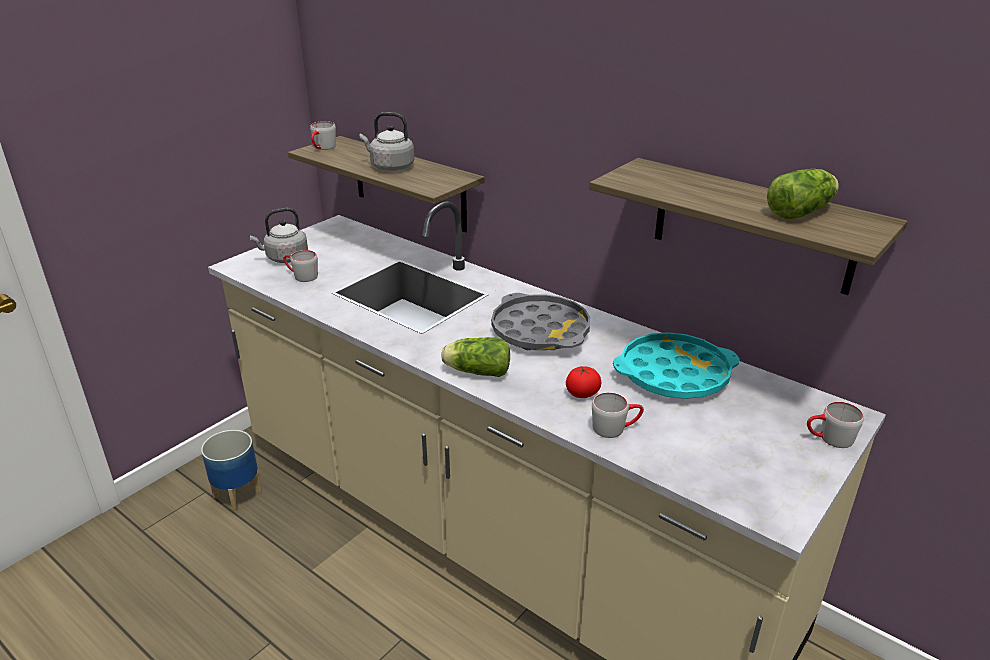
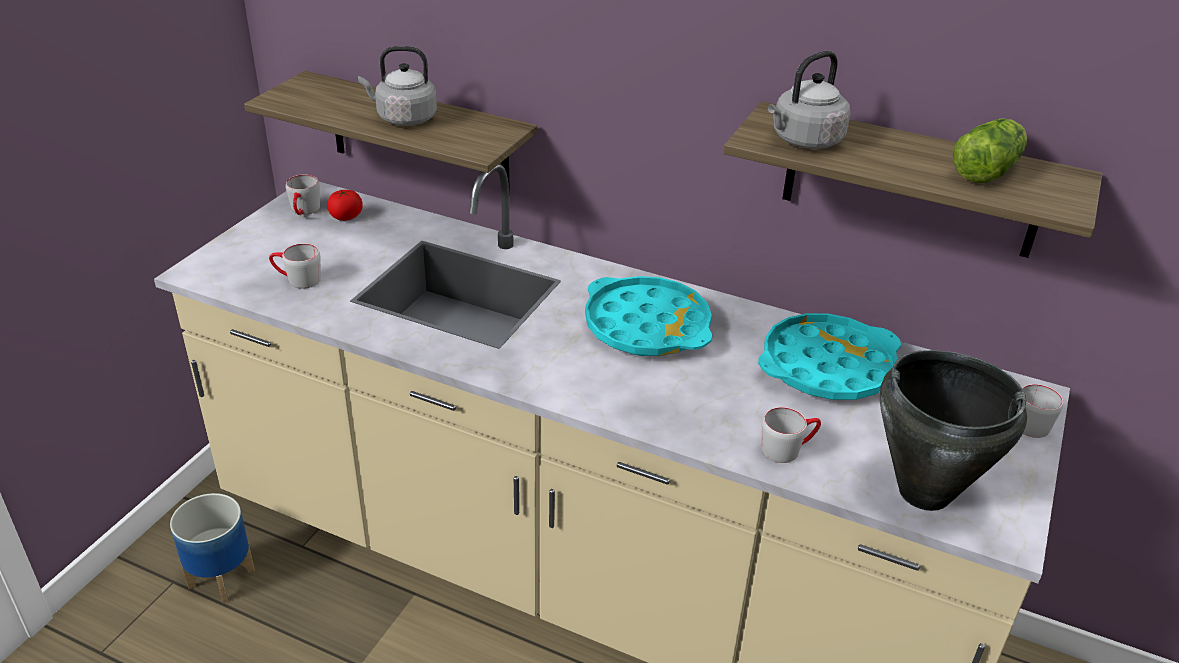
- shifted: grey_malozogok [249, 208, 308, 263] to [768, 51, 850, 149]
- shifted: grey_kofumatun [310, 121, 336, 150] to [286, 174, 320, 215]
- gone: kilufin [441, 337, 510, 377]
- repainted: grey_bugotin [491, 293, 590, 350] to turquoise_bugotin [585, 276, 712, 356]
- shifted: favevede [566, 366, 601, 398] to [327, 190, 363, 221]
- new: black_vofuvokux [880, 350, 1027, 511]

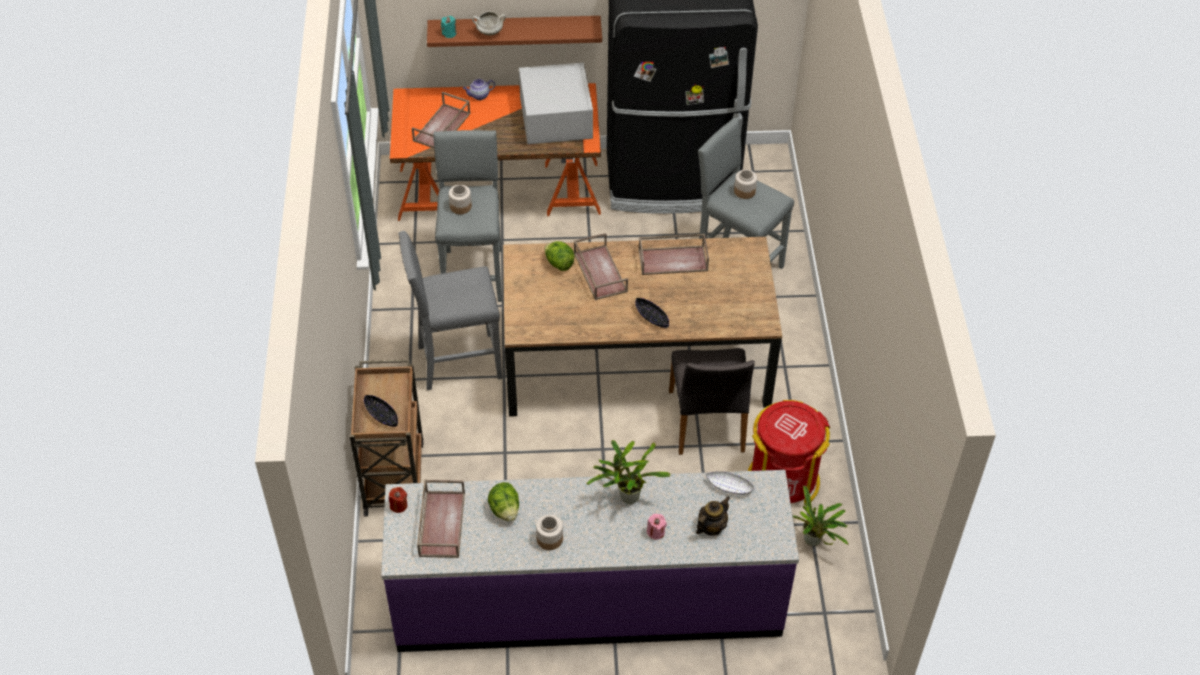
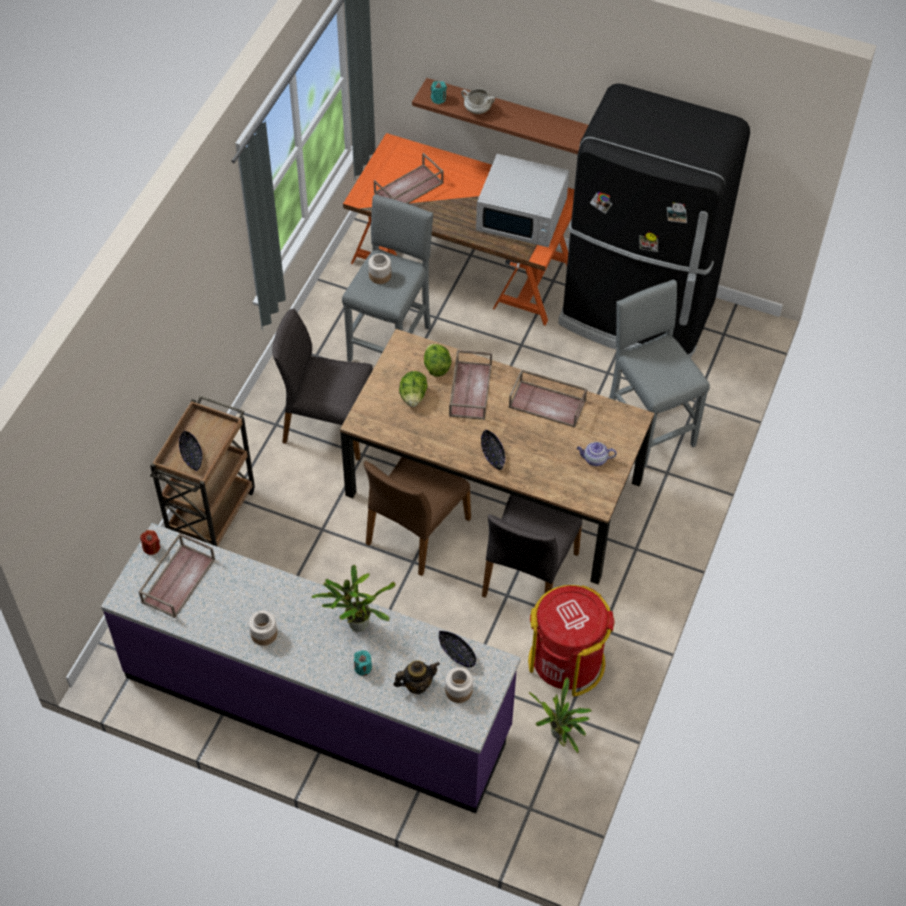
- swapped: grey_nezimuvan [399, 231, 502, 390] to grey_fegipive [272, 309, 373, 460]
- shifted: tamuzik [463, 79, 495, 100] to [577, 442, 617, 466]
- shifted: kilufin [488, 482, 519, 522] to [399, 371, 428, 407]
- rotated: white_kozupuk [519, 62, 593, 145] = [476, 154, 569, 247] 90 degrees clockwise
- repainted: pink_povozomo [647, 514, 667, 540] to turquoise_povozomo [354, 650, 372, 676]
- repainted: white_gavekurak [706, 471, 754, 495] to black_gavekurak [439, 631, 476, 668]
- shifted: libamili [734, 170, 757, 199] to [445, 667, 473, 703]
- new: brown_fegipive [364, 457, 471, 576]

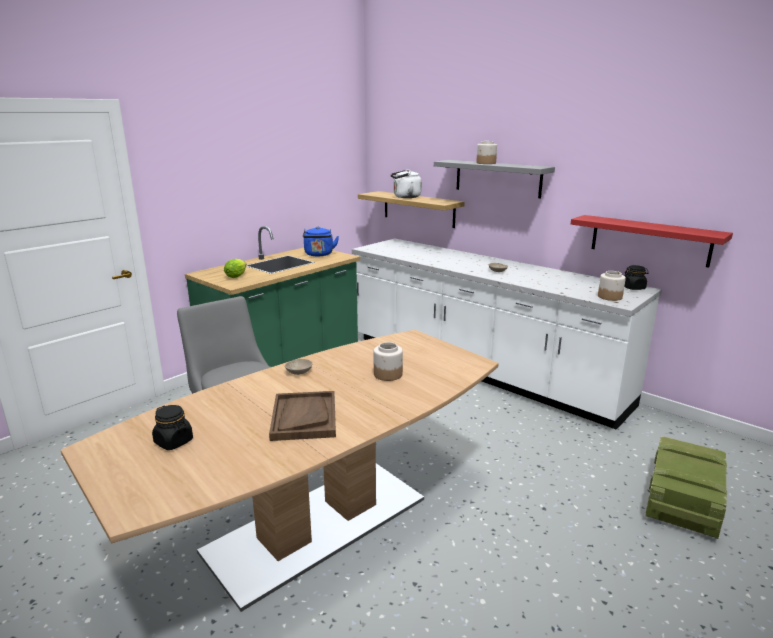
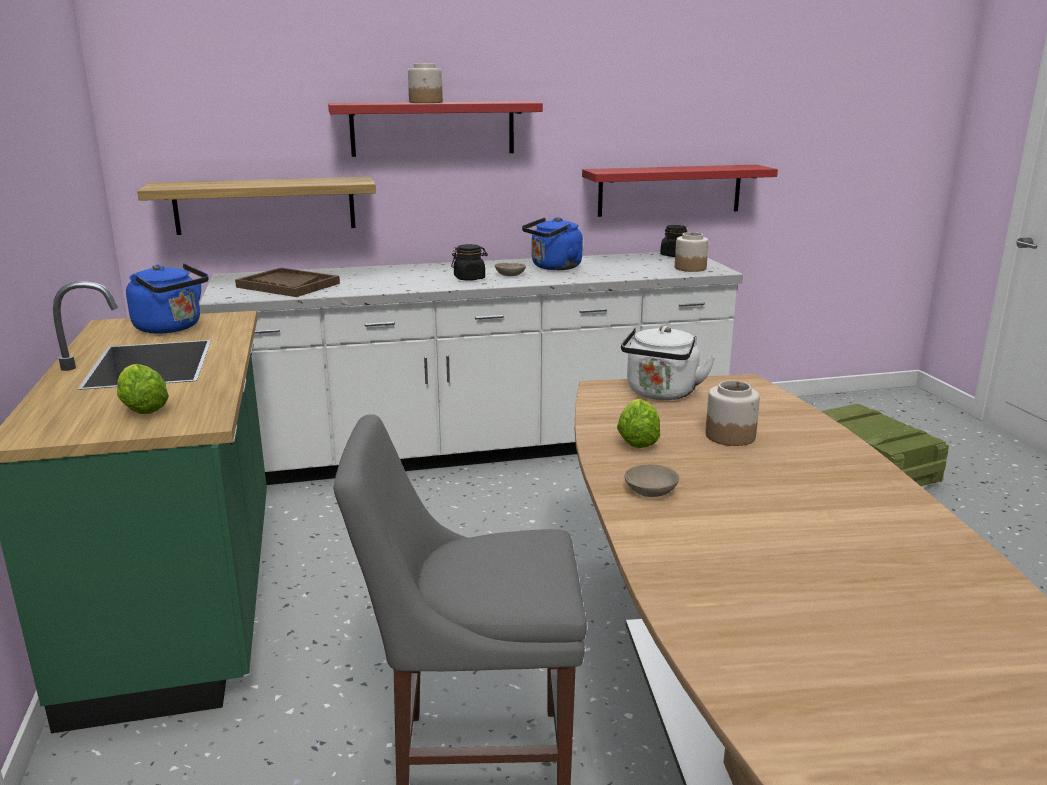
- shifted: black_libamili [152, 405, 193, 450] to [451, 244, 488, 281]
- shifted: brown_bugotin [269, 391, 336, 441] to [235, 268, 340, 297]
- shifted: white_malozogok [390, 169, 422, 198] to [621, 326, 715, 400]
- repainted: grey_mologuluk [434, 160, 555, 198] to red_mologuluk [328, 101, 543, 157]
- new: blue_malozogok [522, 217, 583, 270]
- new: kilufin [617, 399, 660, 448]

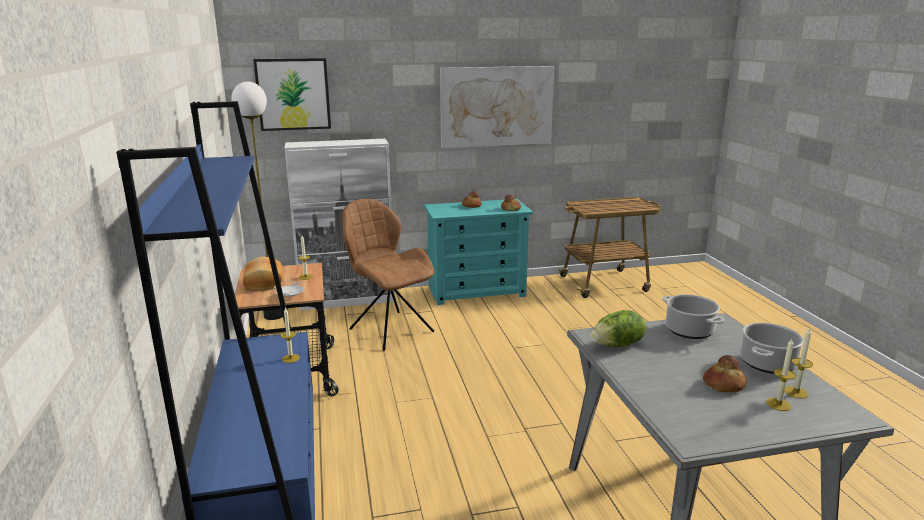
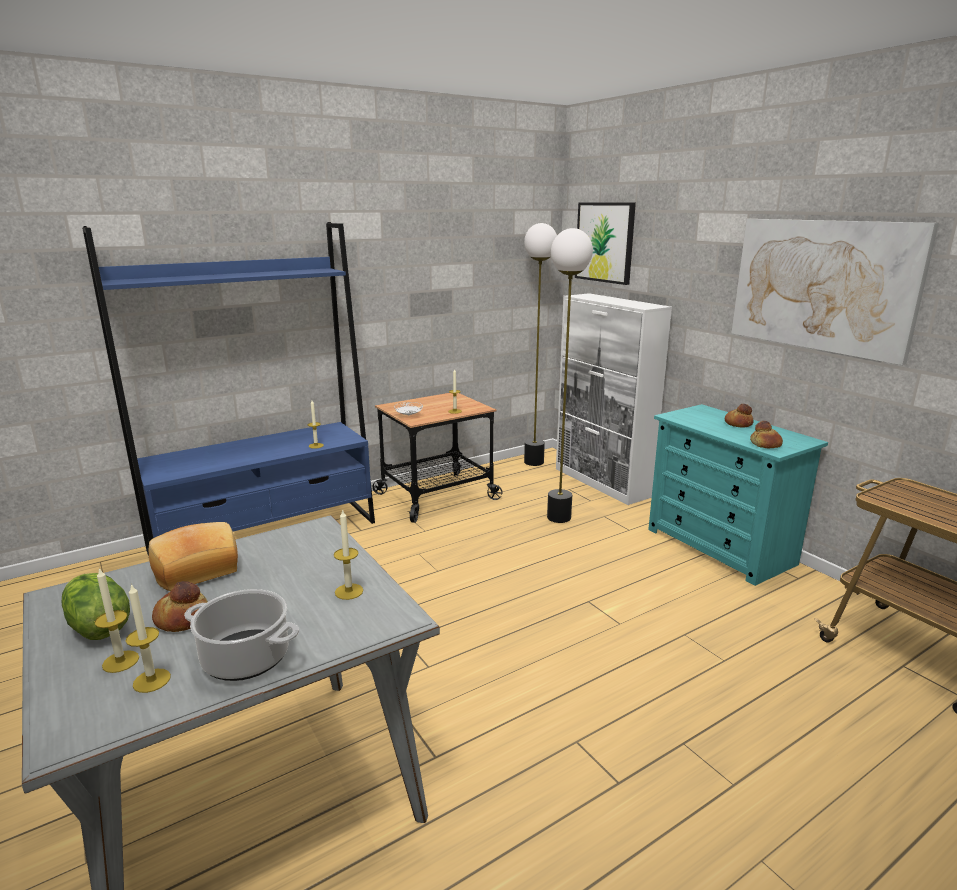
- shifted: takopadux [243, 257, 282, 291] to [149, 522, 238, 591]
- swapped: brown_fegipive [342, 199, 434, 351] to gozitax [547, 228, 593, 523]
- shifted: kilufin [590, 310, 646, 347] to [62, 573, 130, 640]
- swapped: vofuvokux [662, 294, 725, 339] to povozomo [334, 509, 363, 600]

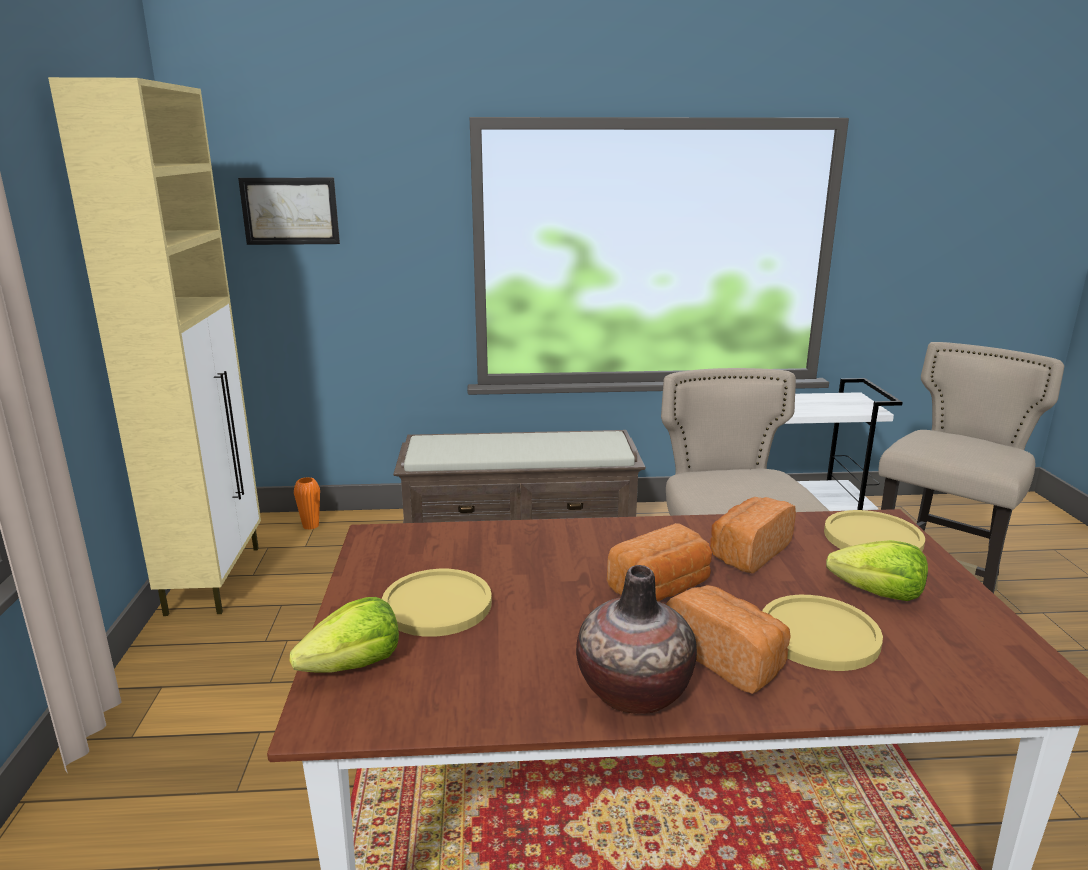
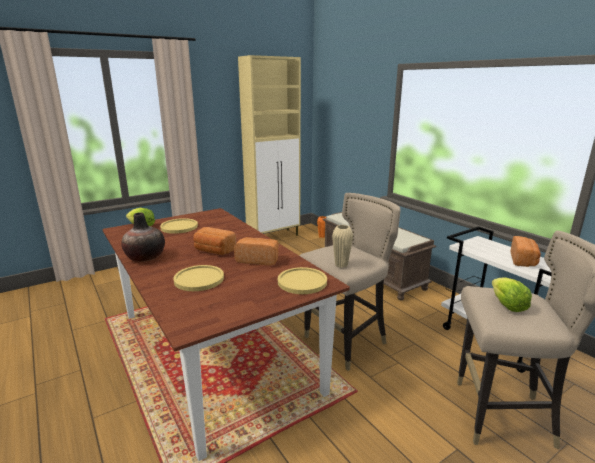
- gone: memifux [238, 178, 340, 245]
- shifted: takopadux [666, 585, 791, 694] to [510, 236, 541, 267]
- shifted: kilufin [826, 540, 928, 601] to [492, 277, 532, 312]
- new: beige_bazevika [332, 225, 353, 268]

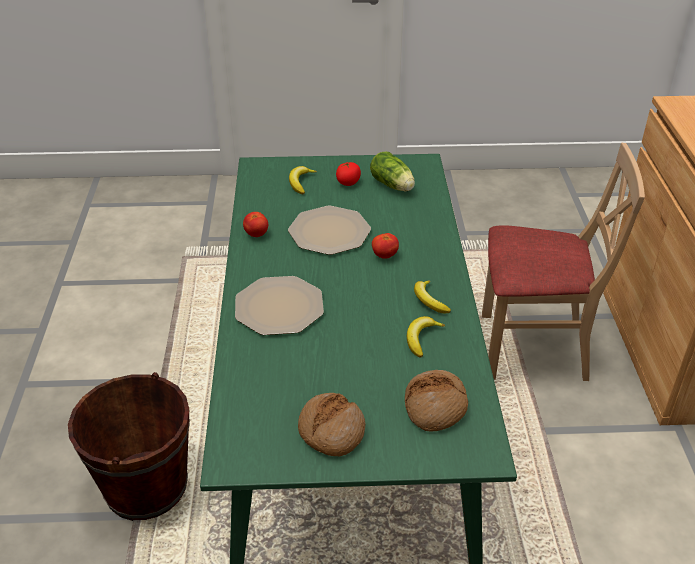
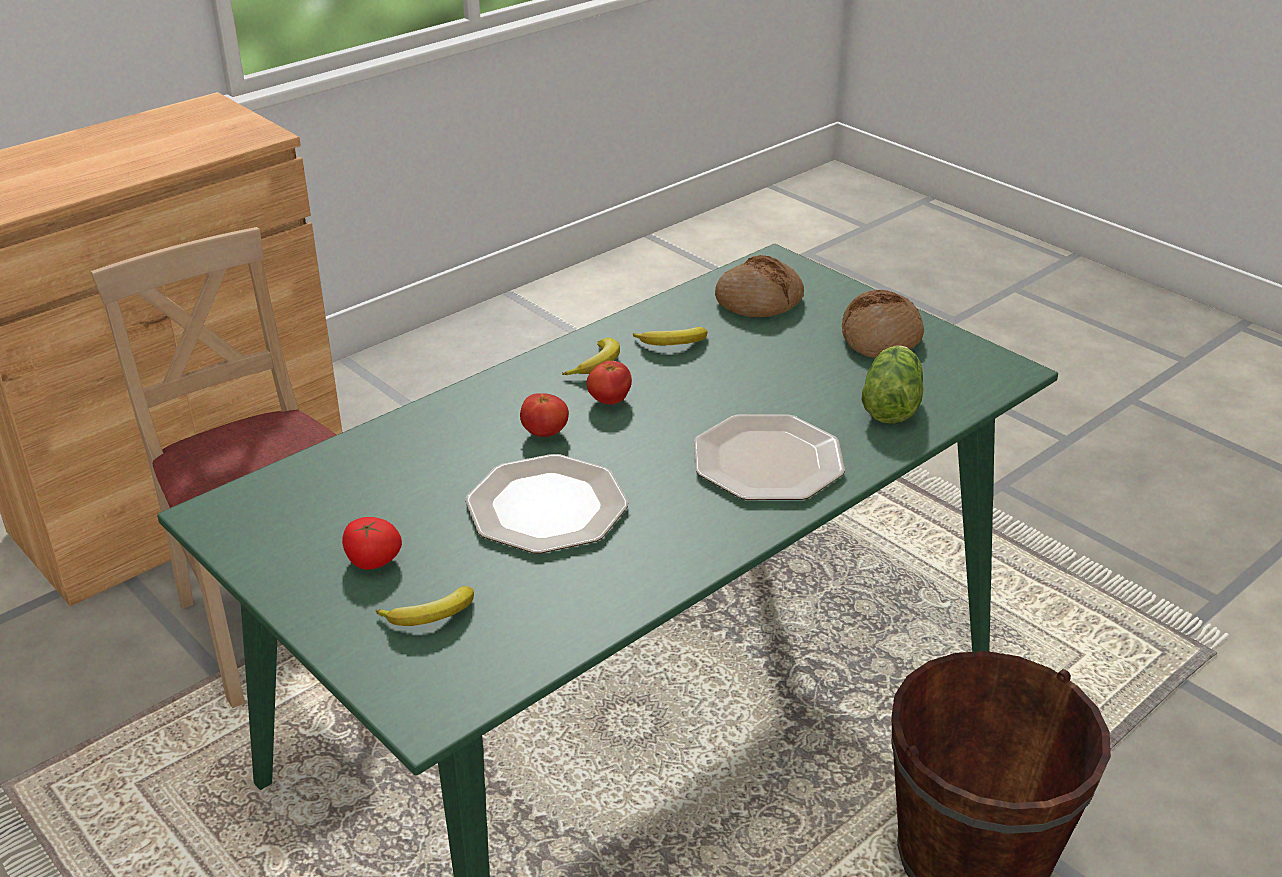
- shifted: favevede [243, 212, 268, 237] to [586, 361, 632, 404]
- shifted: kilufin [370, 152, 415, 191] to [862, 345, 923, 424]

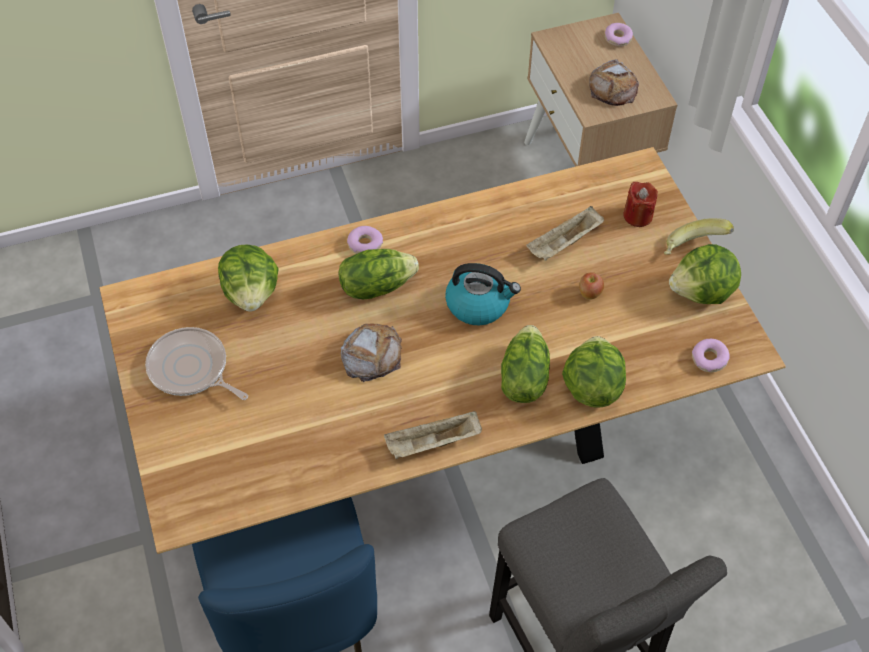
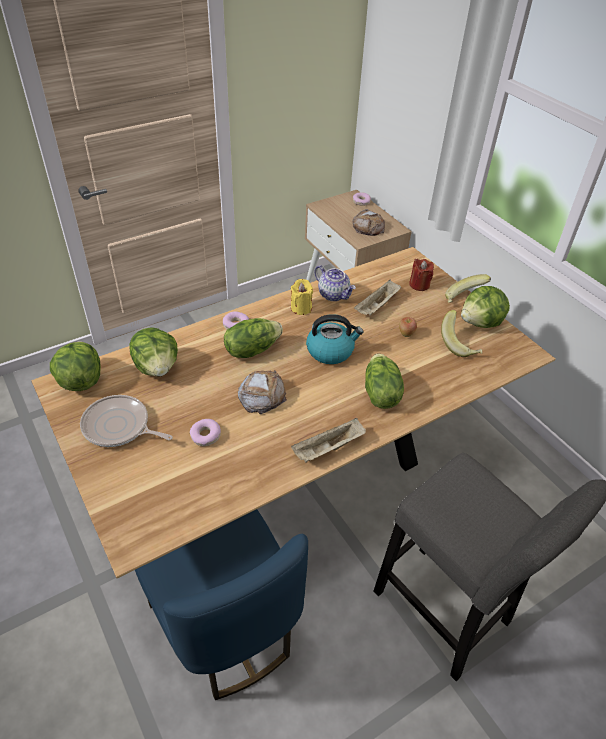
- shifted: kilufin [562, 336, 626, 408] to [50, 341, 101, 391]
- shifted: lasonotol [692, 339, 730, 372] to [190, 419, 221, 446]
- new: yellow_povozomo [291, 279, 313, 315]
- new: tamuzik [314, 265, 356, 301]
- new: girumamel [441, 310, 482, 357]

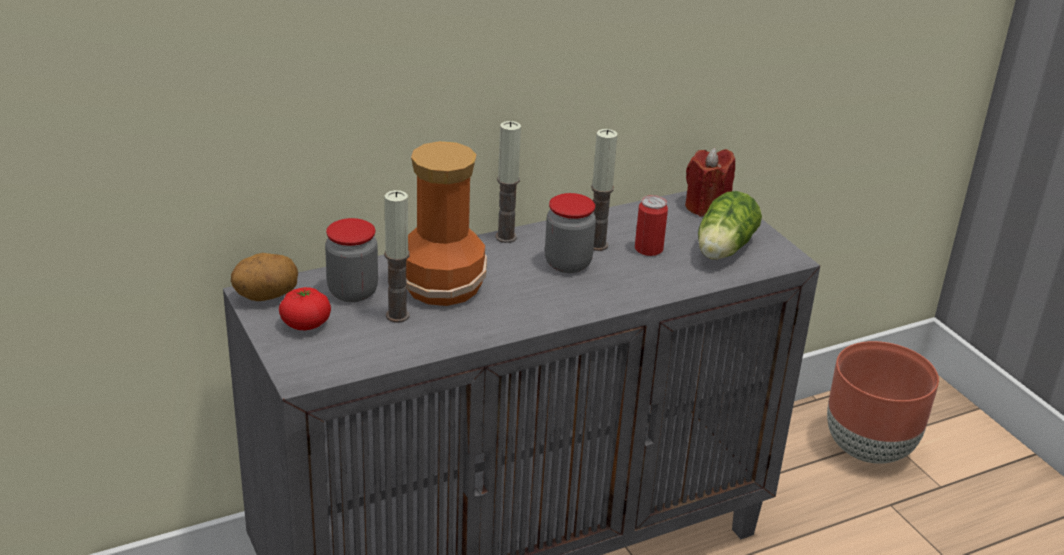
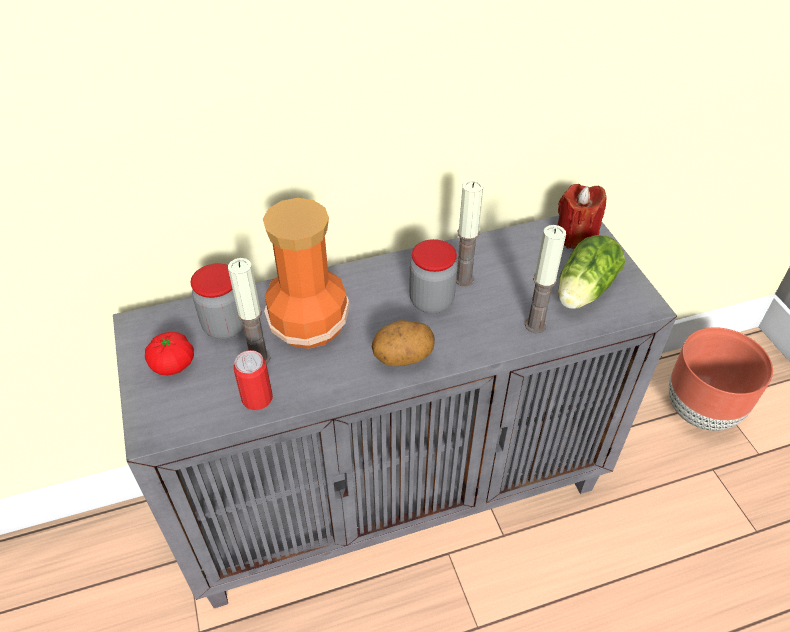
- shifted: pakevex [231, 253, 298, 301] to [372, 320, 435, 366]
- shifted: povozomo [495, 121, 521, 243] to [525, 225, 566, 333]
- shifted: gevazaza [635, 195, 668, 256] to [234, 350, 273, 410]

